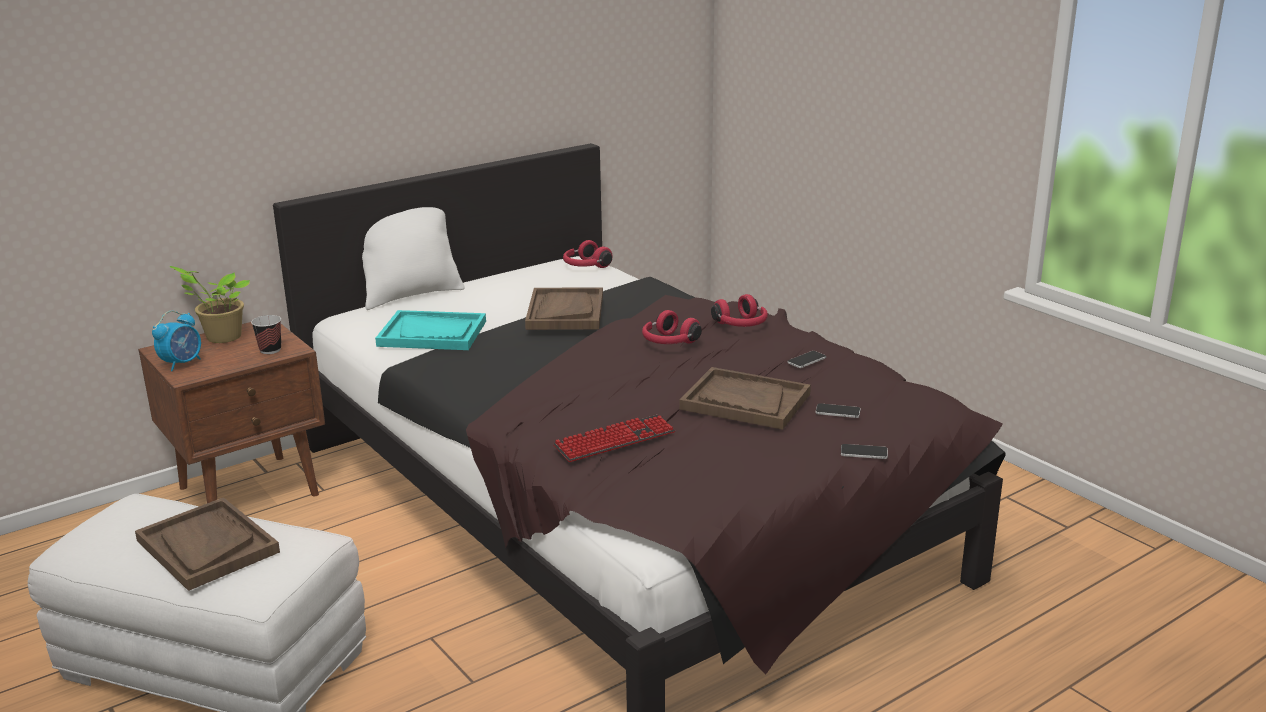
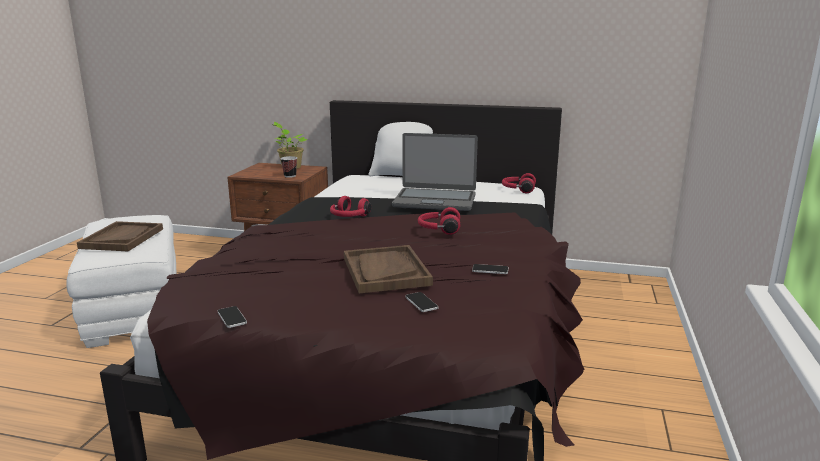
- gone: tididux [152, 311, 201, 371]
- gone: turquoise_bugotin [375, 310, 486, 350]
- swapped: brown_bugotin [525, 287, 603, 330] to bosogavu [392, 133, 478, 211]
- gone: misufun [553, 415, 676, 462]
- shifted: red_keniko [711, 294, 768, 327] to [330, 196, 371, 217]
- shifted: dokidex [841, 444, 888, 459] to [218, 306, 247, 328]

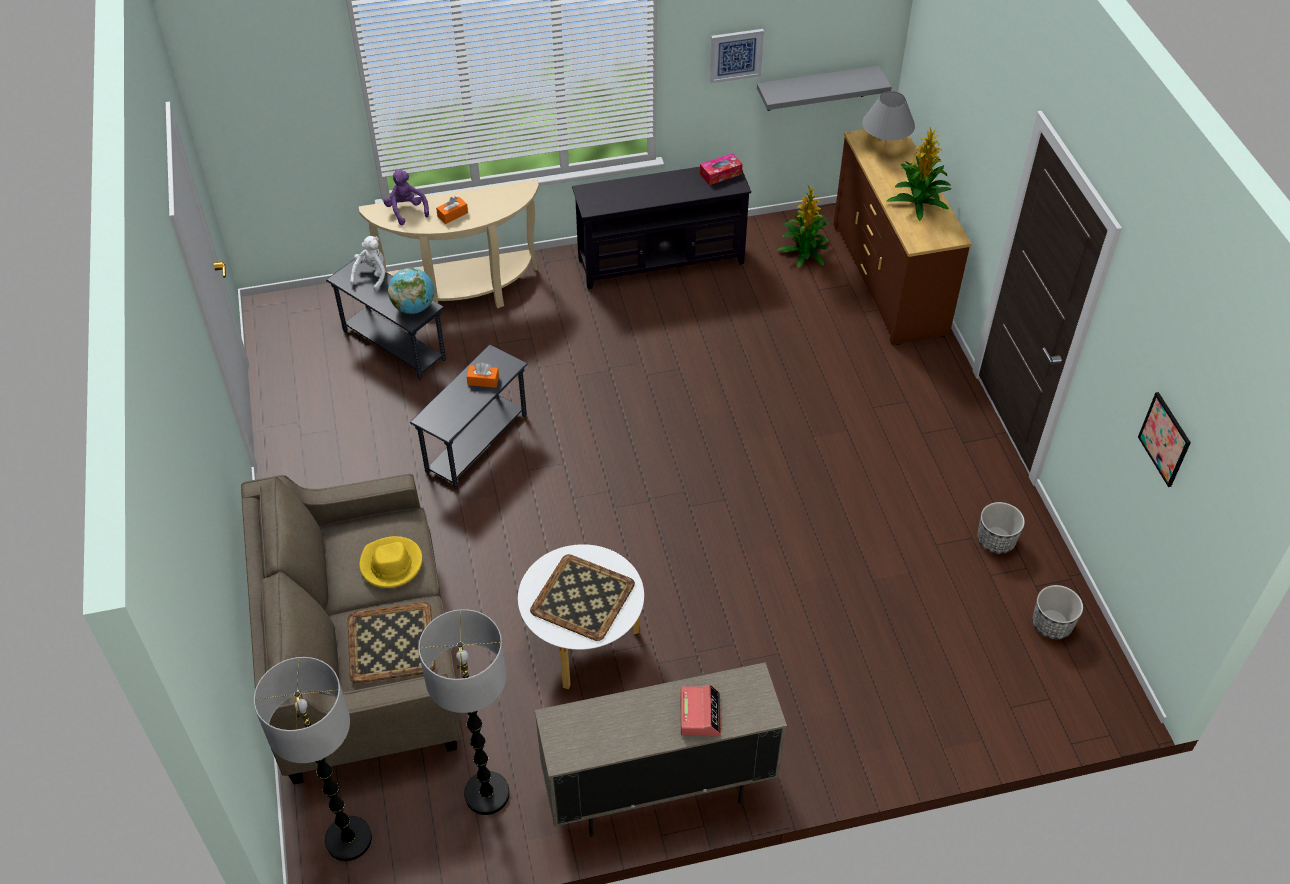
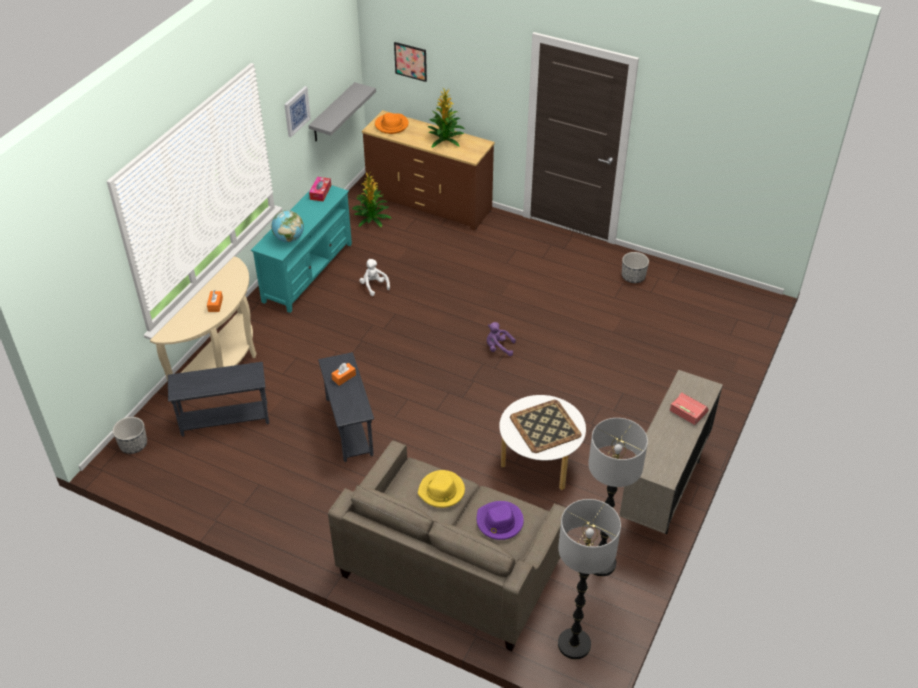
- swapped: bugotin [348, 602, 436, 683] to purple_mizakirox [477, 501, 524, 540]
- shifted: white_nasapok [350, 236, 386, 292] to [359, 259, 390, 296]
- shifted: purple_nasapok [383, 170, 429, 225] to [487, 322, 516, 356]
- shifted: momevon [388, 268, 434, 314] to [271, 210, 304, 242]
- repainted: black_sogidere [572, 167, 752, 289] to turquoise_sogidere [251, 185, 352, 313]
- swapped: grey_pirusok [862, 91, 915, 147] to orange_mizakirox [375, 113, 409, 134]
- shifted: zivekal [1032, 585, 1083, 640] to [113, 417, 147, 454]
- shifted: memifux [1138, 392, 1191, 487] to [394, 42, 427, 82]

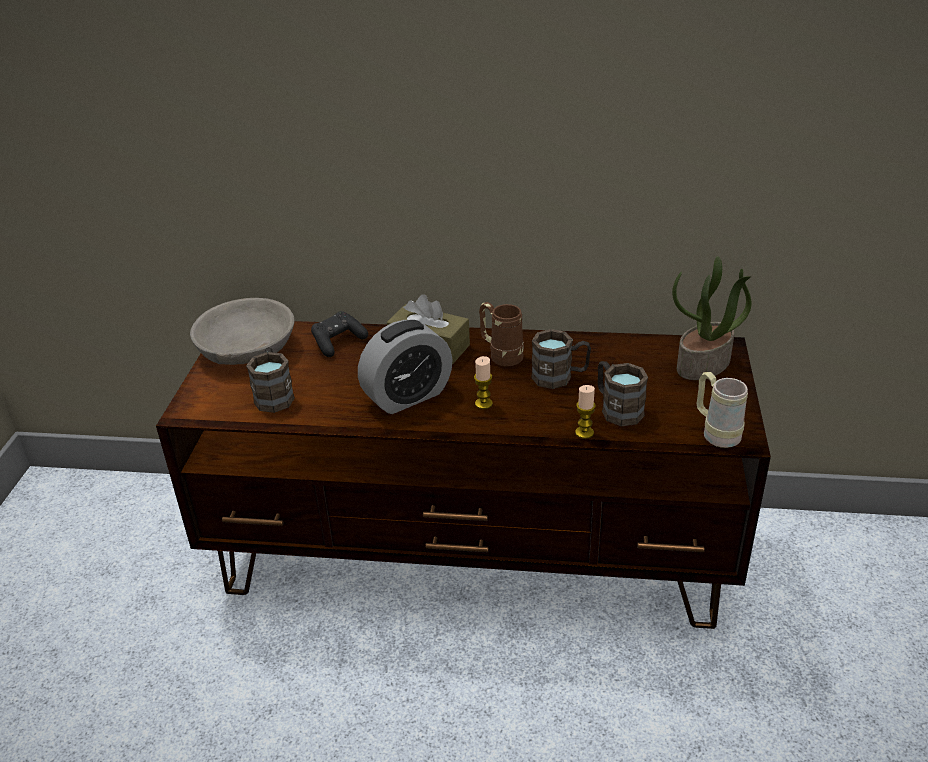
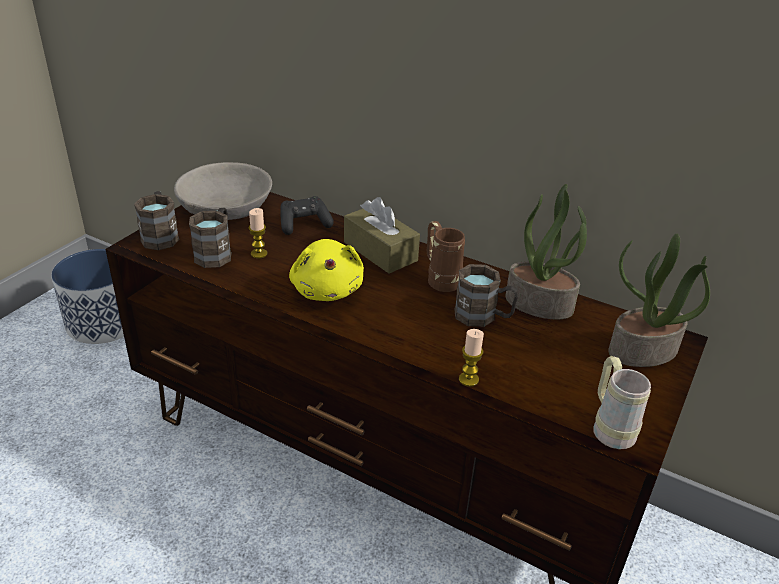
- swapped: tididux [358, 320, 453, 414] to yellow_nasapok [289, 239, 364, 301]
- shifted: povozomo [474, 356, 493, 409] to [249, 208, 267, 258]
- shifted: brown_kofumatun [598, 361, 648, 426] to [134, 191, 179, 250]
- new: zivekal [51, 249, 124, 344]
- new: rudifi [505, 184, 587, 319]

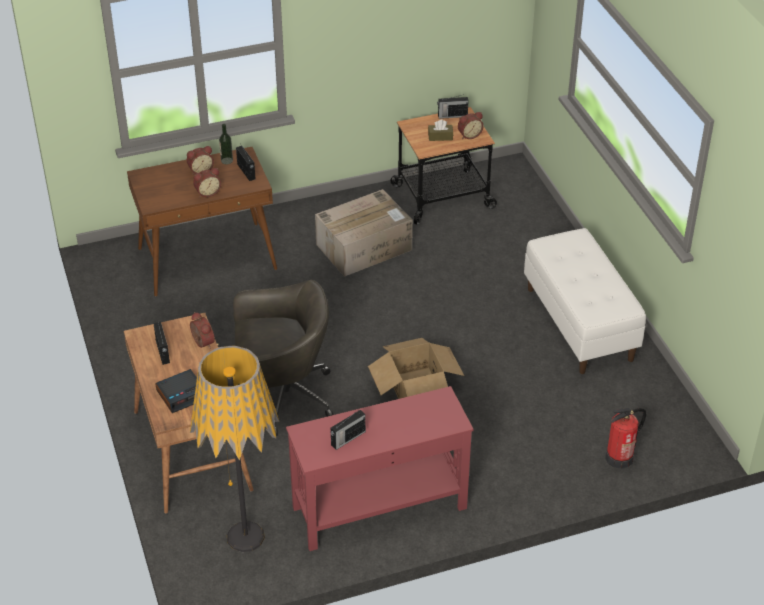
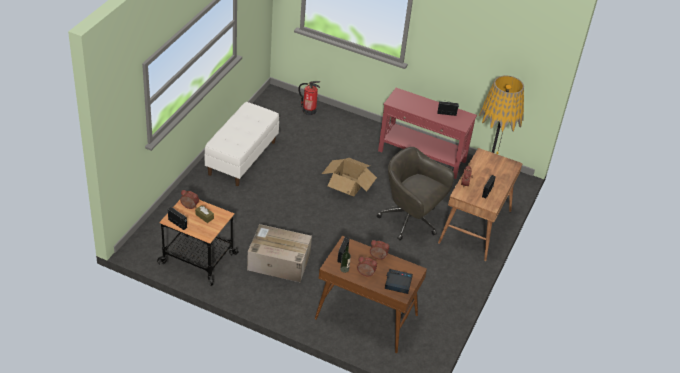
- shifted: tididux [155, 369, 197, 413] to [385, 269, 413, 294]

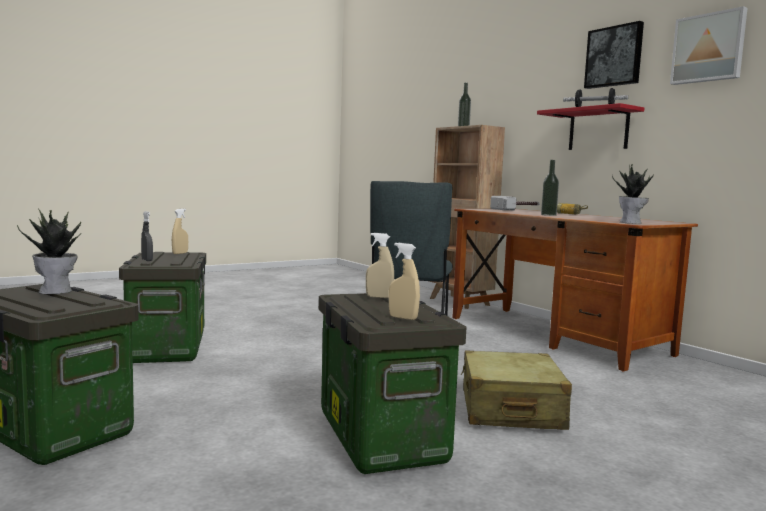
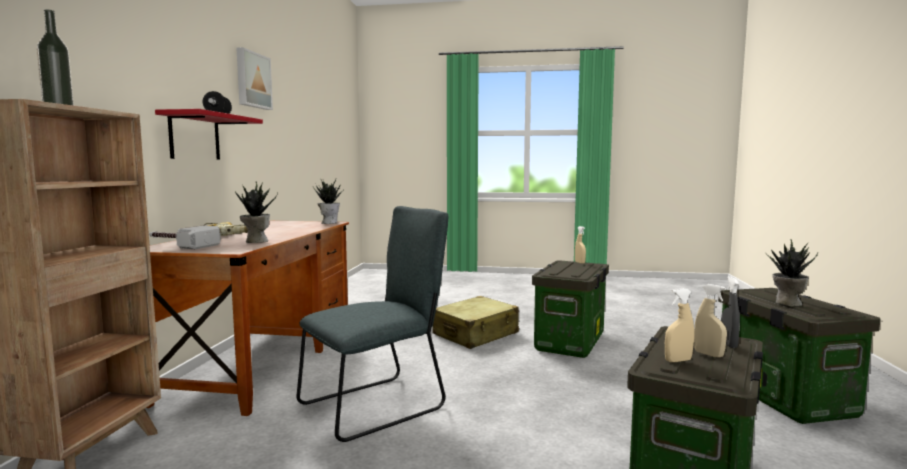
- shifted: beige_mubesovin [366, 233, 394, 298] to [694, 284, 727, 358]
- gone: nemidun [541, 160, 559, 216]
- gone: memifux [584, 21, 644, 89]
- new: rudifi [235, 182, 278, 243]

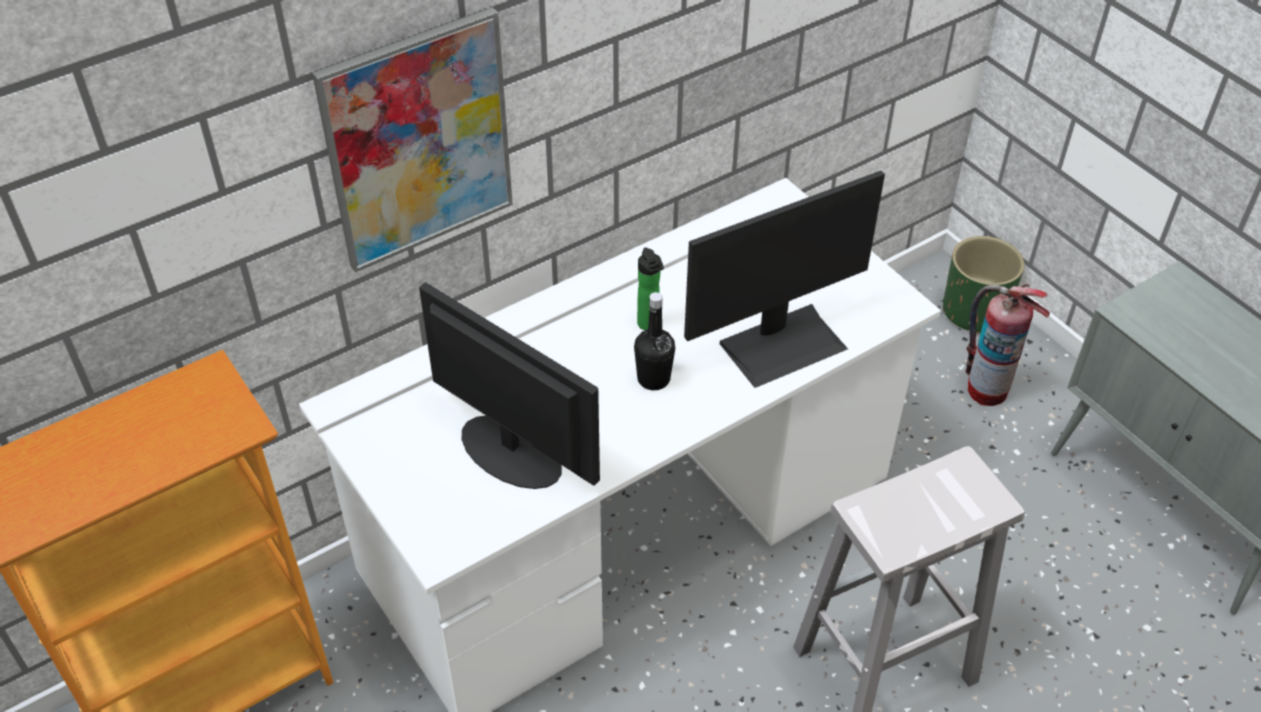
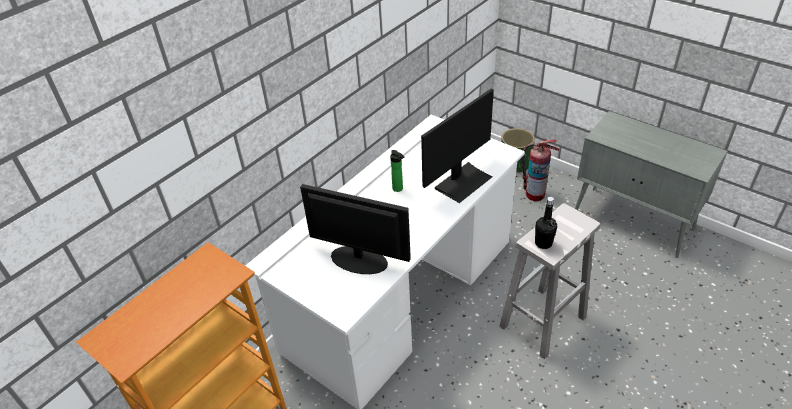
- gone: memifux [312, 7, 513, 273]
- shifted: black_nemidun [634, 292, 675, 390] to [535, 197, 557, 249]

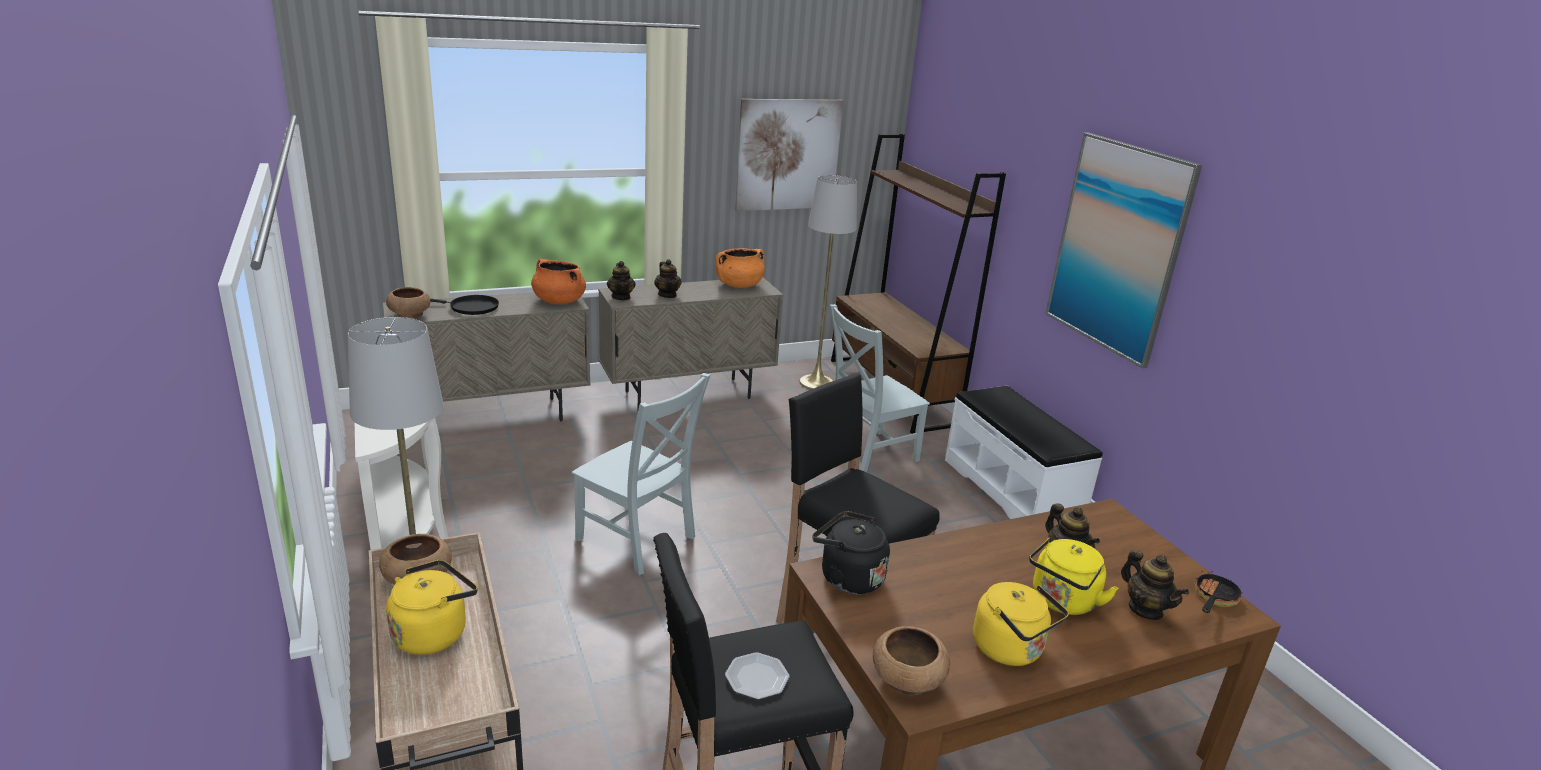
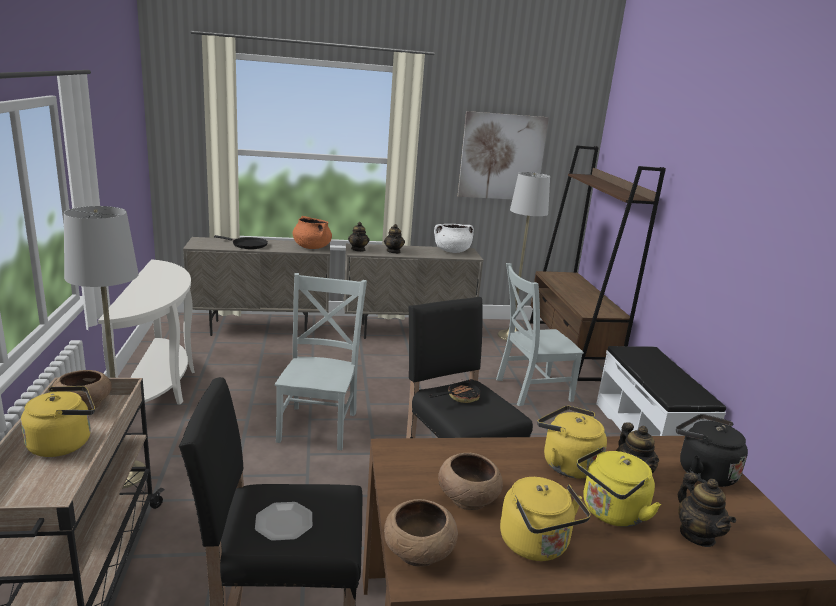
- shifted: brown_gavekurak [386, 287, 430, 319] to [438, 453, 503, 510]
- rotated: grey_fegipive [572, 373, 711, 575] = [275, 273, 367, 450] 135 degrees counterclockwise
- repainted: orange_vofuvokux [715, 248, 765, 288] to white_vofuvokux [434, 224, 474, 253]
- shifted: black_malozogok [813, 511, 890, 594] to [676, 414, 748, 487]
- gone: memifux [1045, 133, 1202, 368]
- shifted: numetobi [1194, 566, 1243, 613] to [429, 379, 481, 403]
- new: yellow_malozogok [537, 406, 607, 479]

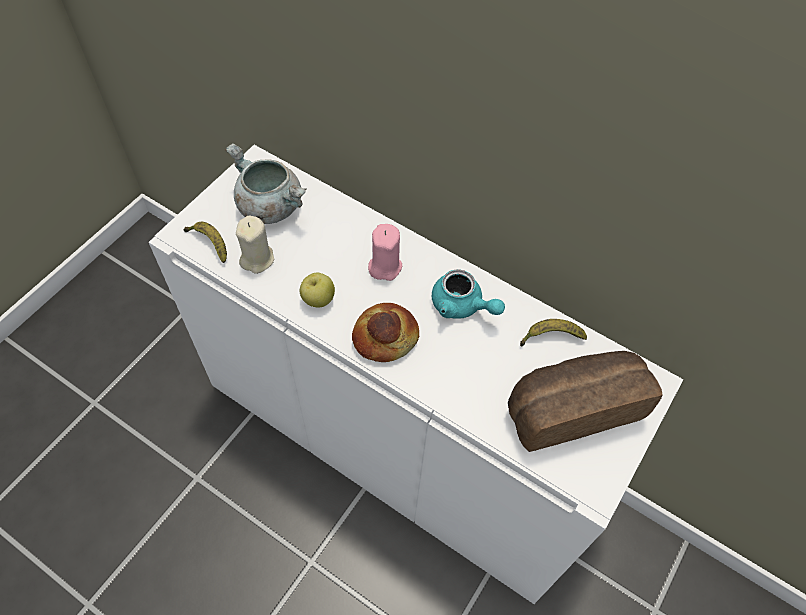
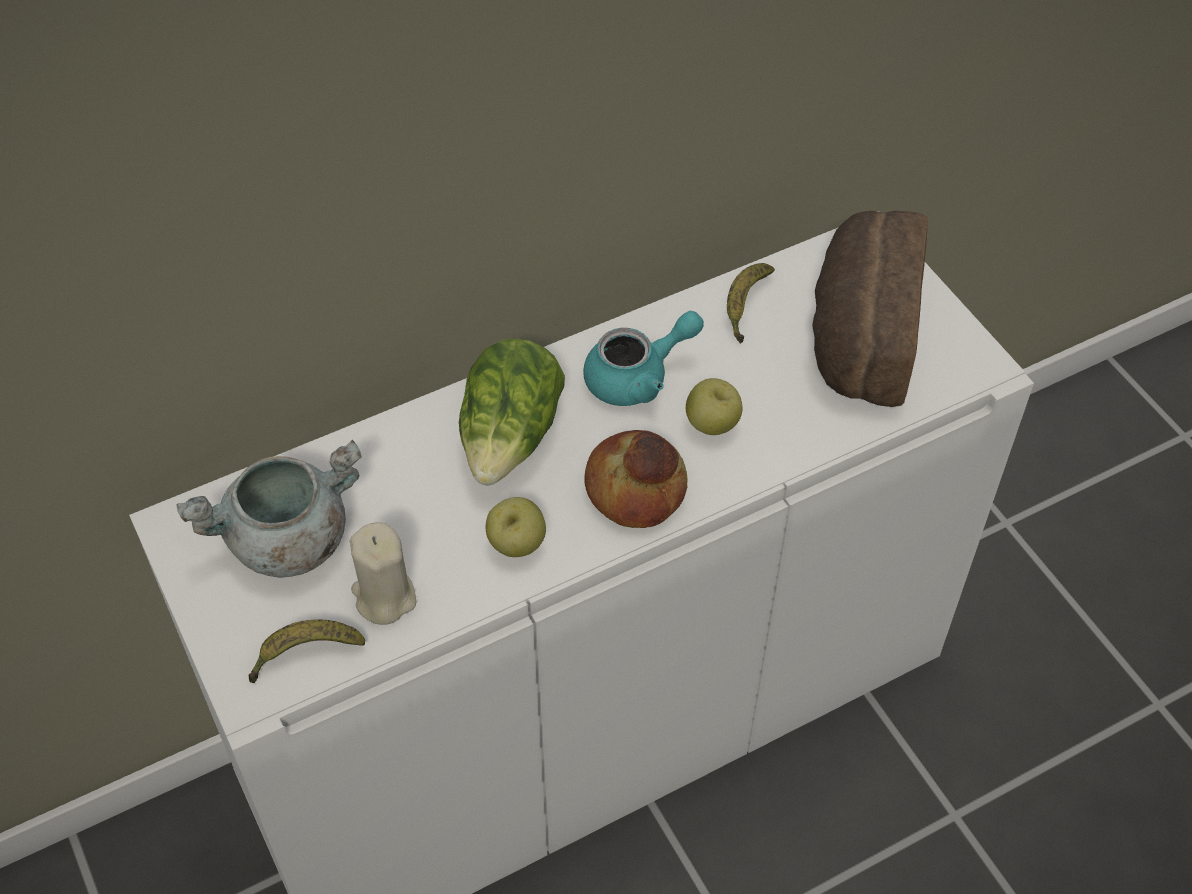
- swapped: pink_povozomo [368, 224, 402, 281] to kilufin [459, 338, 565, 486]
- new: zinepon [686, 378, 743, 435]

